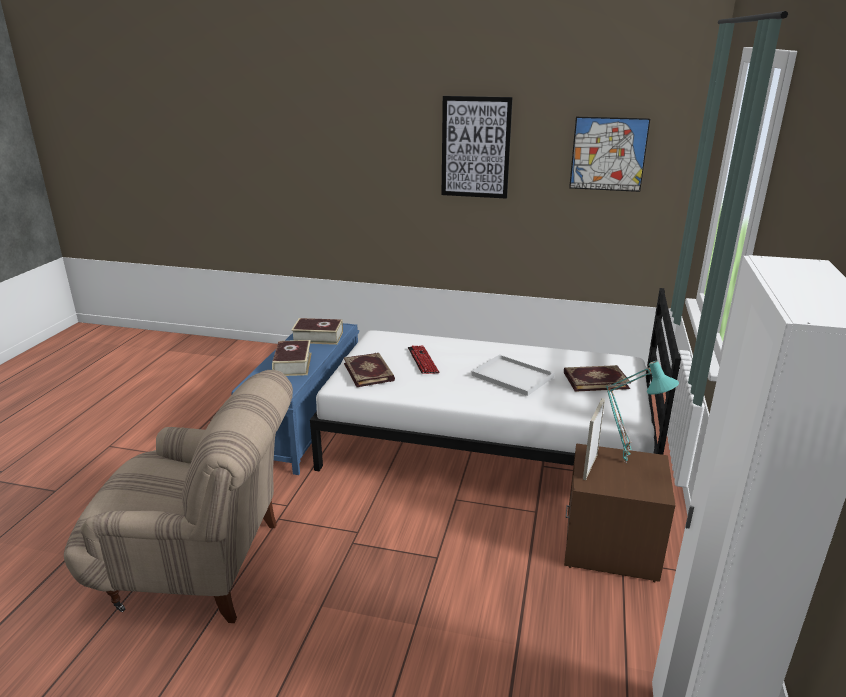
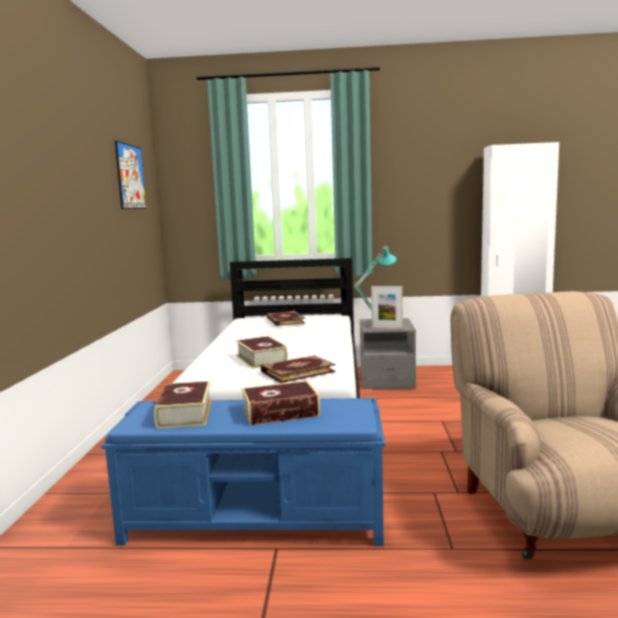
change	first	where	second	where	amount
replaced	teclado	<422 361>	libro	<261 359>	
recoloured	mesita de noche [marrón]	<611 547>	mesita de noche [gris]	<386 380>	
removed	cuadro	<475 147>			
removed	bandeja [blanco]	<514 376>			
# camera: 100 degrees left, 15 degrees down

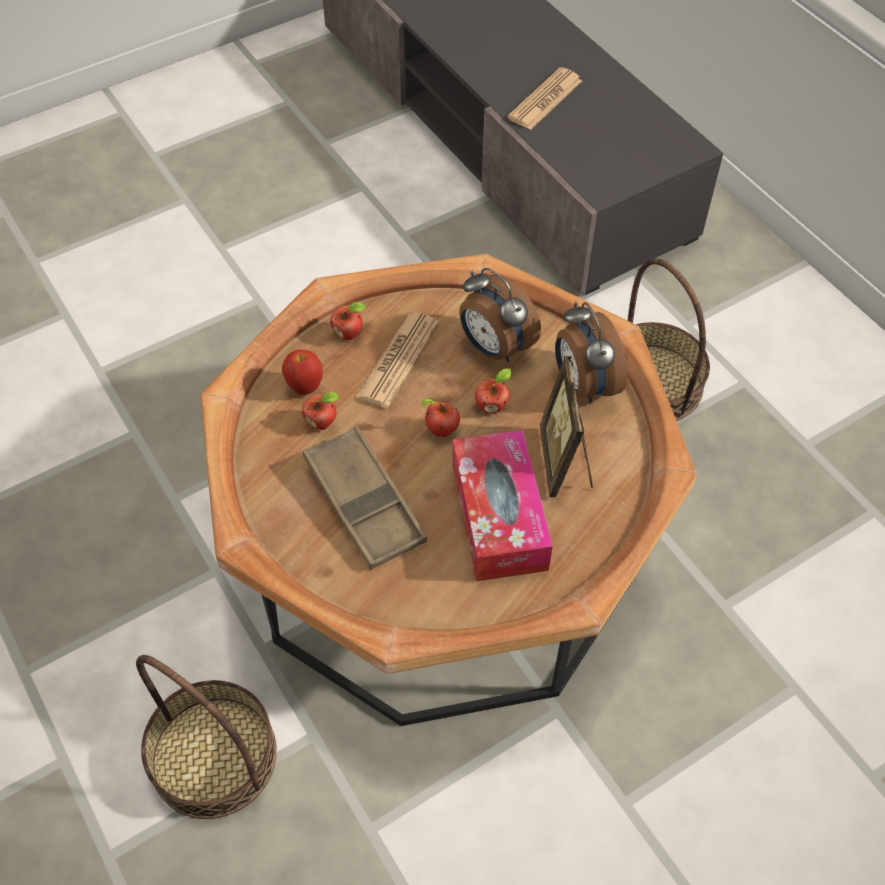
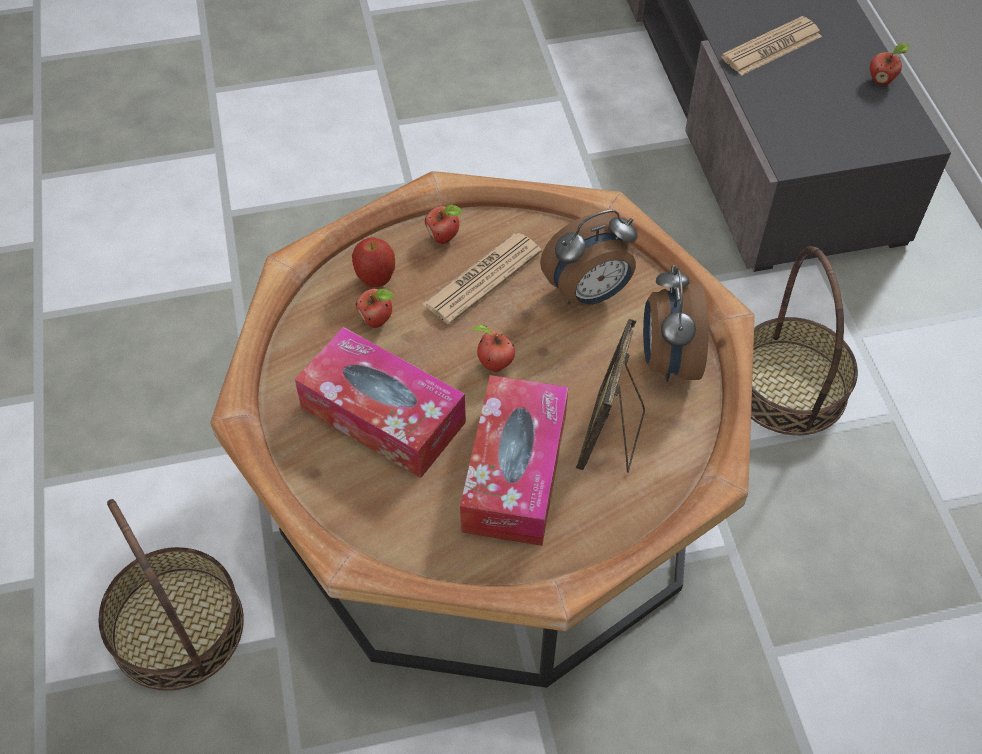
change	first	where	second	where	amount
replaced	bandeja [marrón]	<364 503>	caja de pañuelos	<383 415>	
turned	despertador	<494 348>		<589 294>	90 degrees counterclockwise
moved	manzana	<492 406>		<881 80>	
# camera: 20 degrees right, 0 degrees up

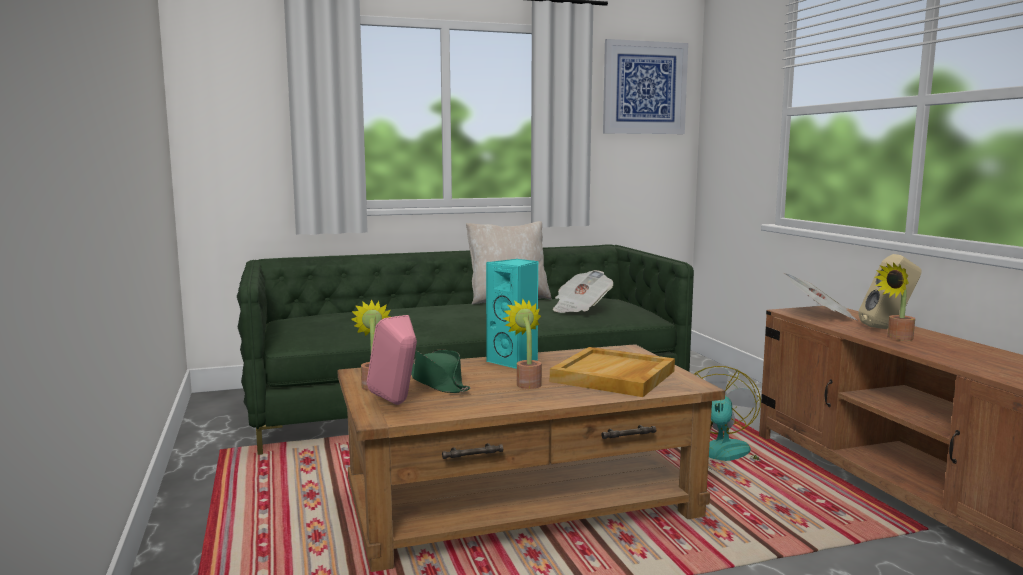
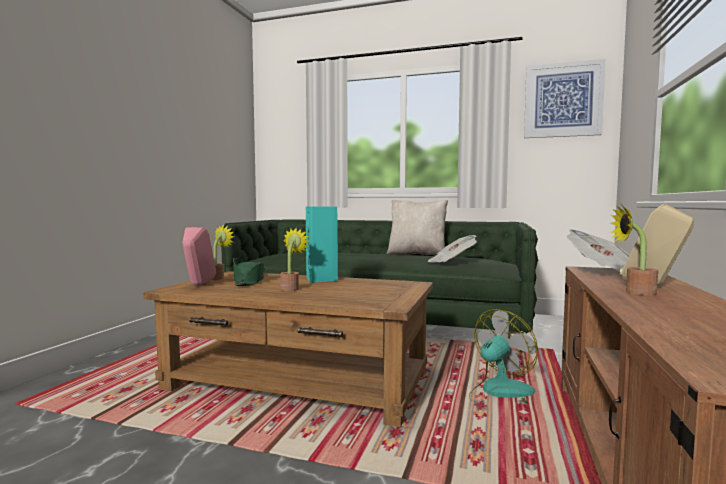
change	first	where	second	where	amount
removed	bandeja [beis]	<614 376>			
# camera: 35 degrees right, 5 degrees down

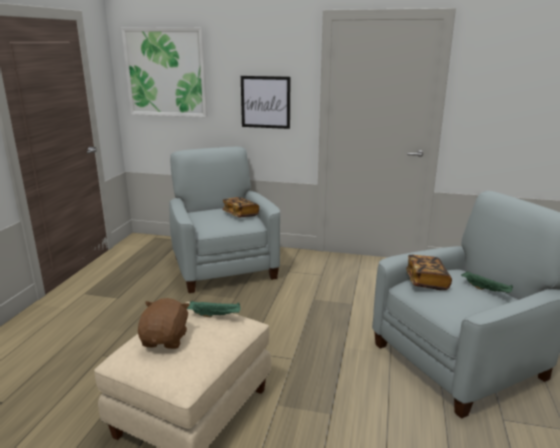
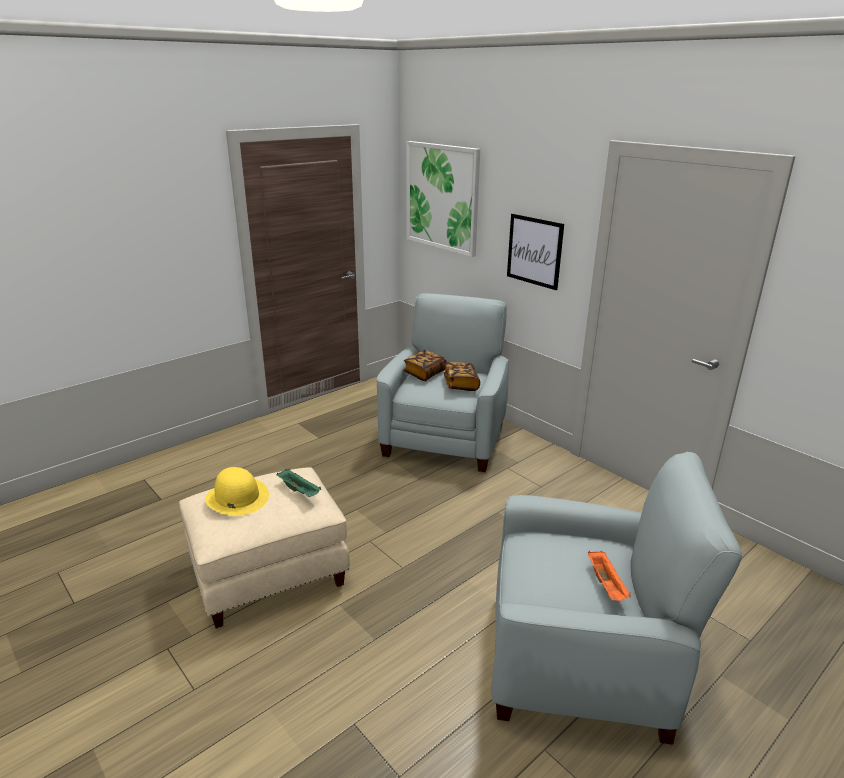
change	first	where	second	where	amount
replaced	peluche [marrón]	<165 339>	sombrero [amarillo]	<237 497>	
moved	libro	<426 281>		<424 373>	
recoloured	bandeja [verde]	<486 290>	bandeja [naranja]	<606 585>	
# camera: 35 degrees right, 5 degrees up

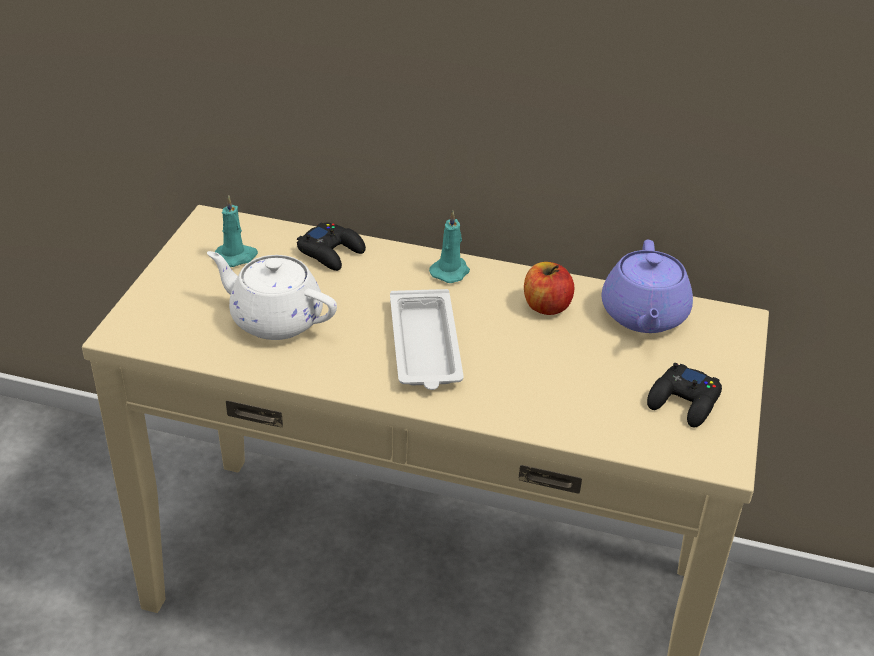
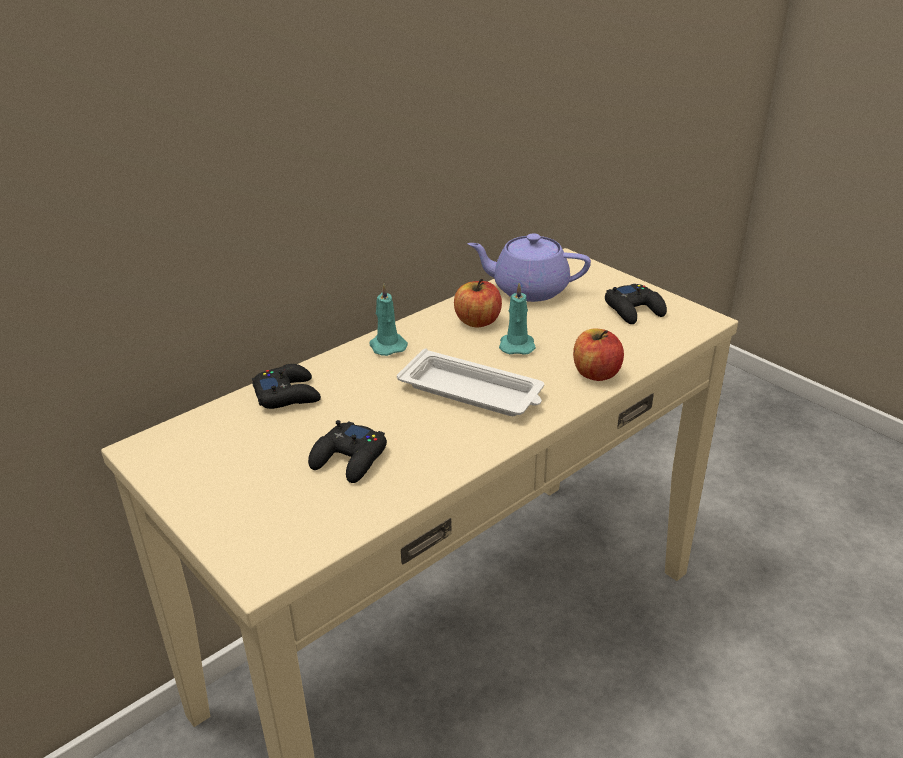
change	first	where	second	where	amount
replaced	tetera [blanco]	<274 319>	mando de consola [negro]	<349 459>	
turned	tetera [morado]	<643 316>		<528 289>	150 degrees clockwise
moved	vela [turquesa]	<236 257>		<517 345>	
added			manzana	<596 373>	
# camera: 55 degrees left, 5 degrees down

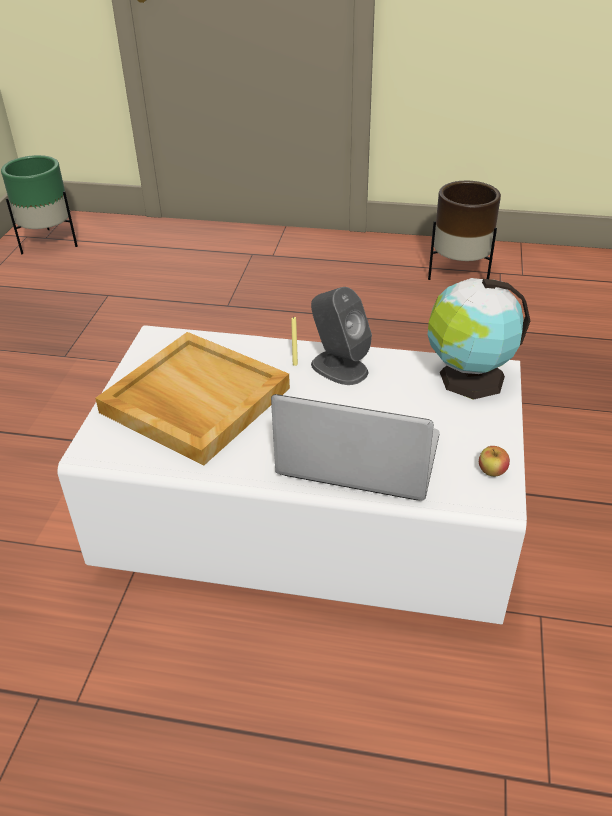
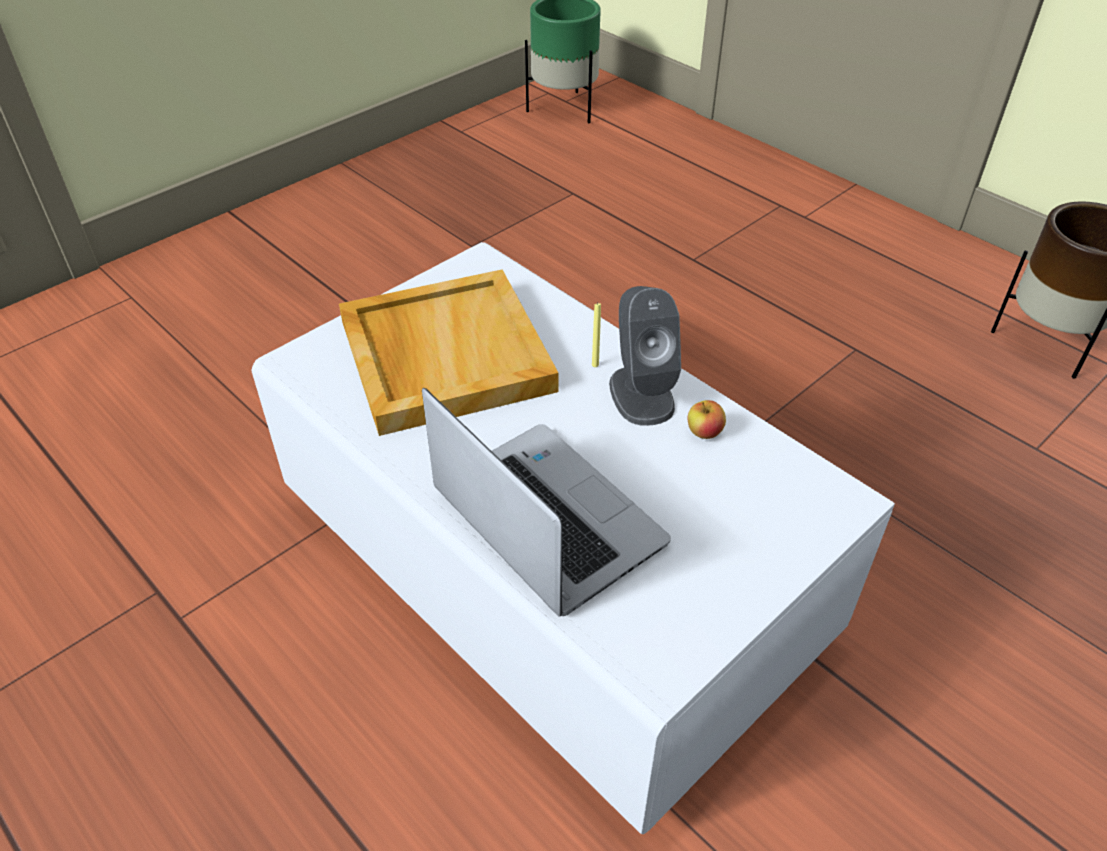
change	first	where	second	where	amount
moved	manzana	<492 471>		<704 432>	
removed	globo terráqueo	<468 379>			
# camera: 35 degrees right, 5 degrees up

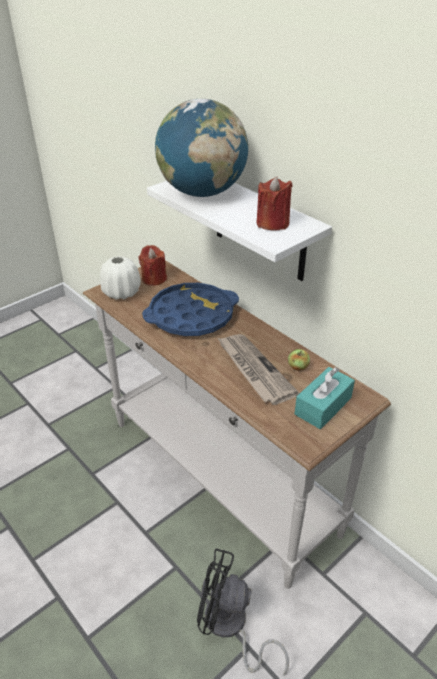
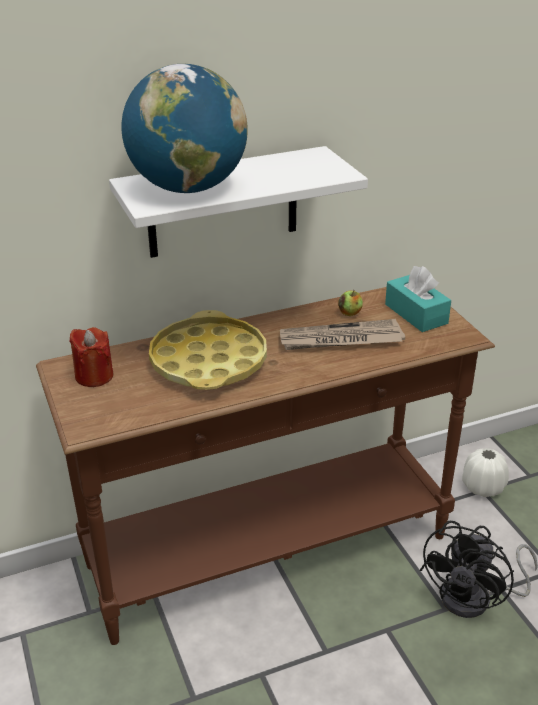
change	first	where	second	where	amount
recoloured	mesa consola [blanco]	<218 477>	mesa consola [marrón]	<270 554>	
recoloured	bandeja [azul]	<191 316>	bandeja [amarillo]	<208 361>	
moved	florero [blanco]	<121 292>		<483 487>	
removed	vela [rojo]	<272 223>			
# camera: 70 degrees left, 5 degrees down

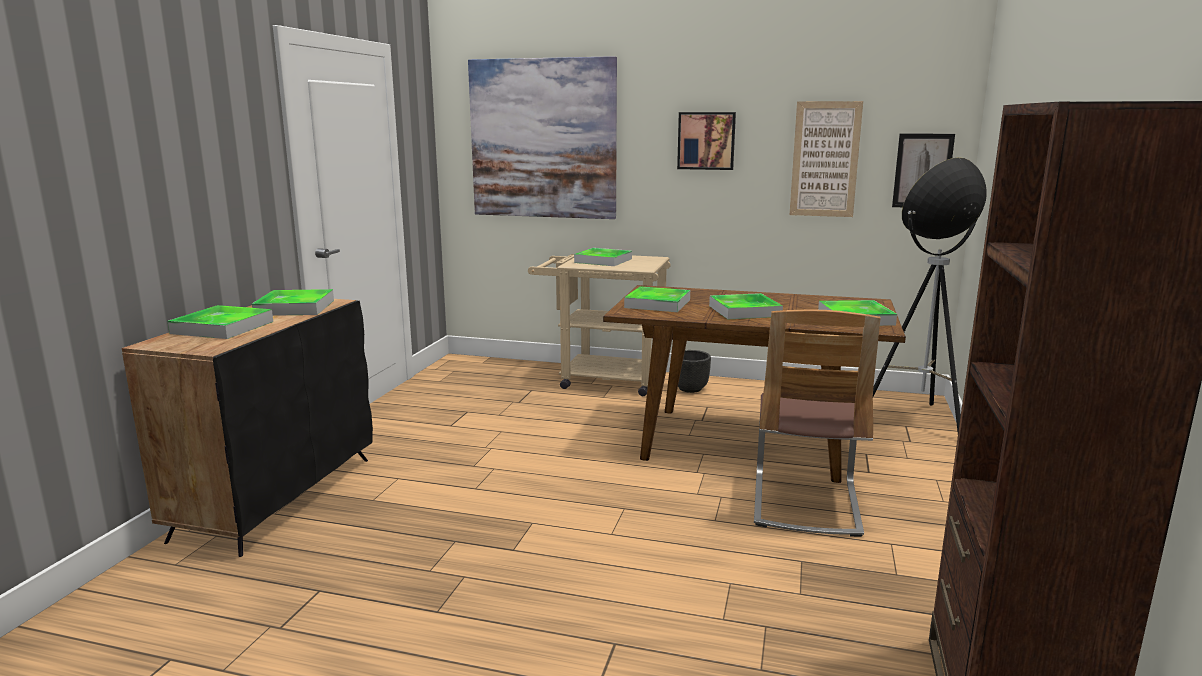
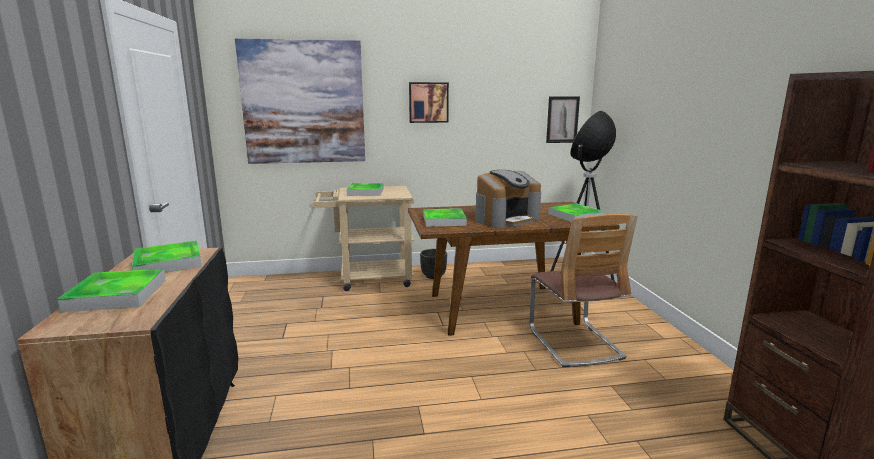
change	first	where	second	where	amount
replaced	bandeja	<744 311>	cafetera	<506 219>	
removed	cuadro	<825 159>			
# camera: 25 degrees left, 0 degrees up

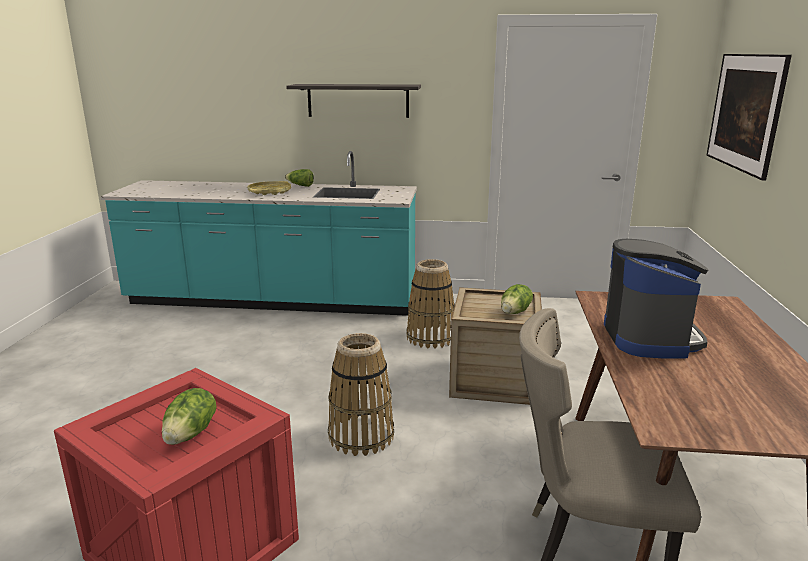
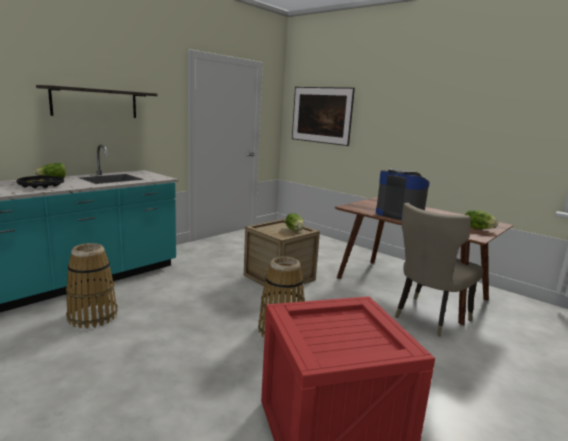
change	first	where	second	where	amount
recoloured	bandeja [amarillo]	<269 192>	bandeja [negro]	<41 185>	
moved	cesta	<431 337>		<93 316>	
moved	lechuga	<191 433>		<478 228>	
# camera: 55 degrees left, 5 degrees down

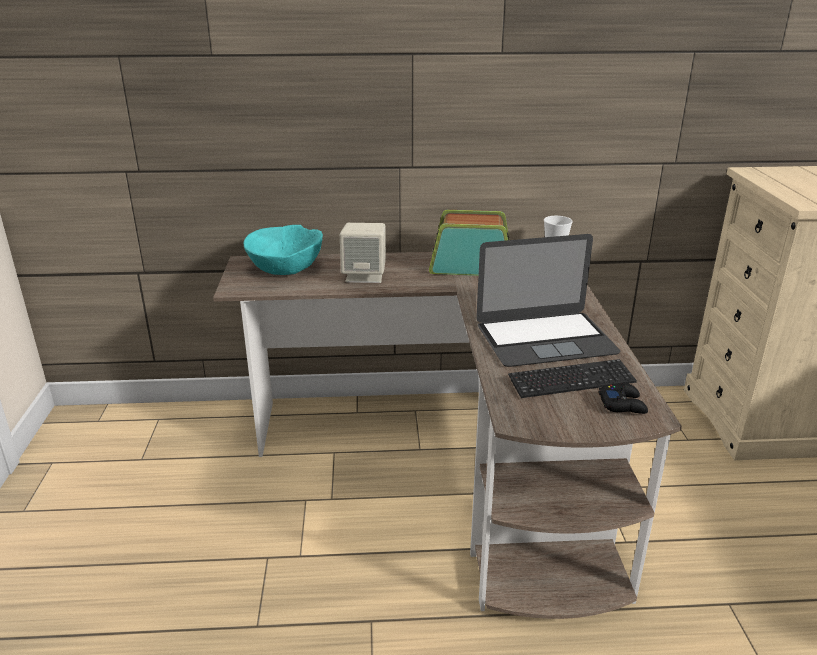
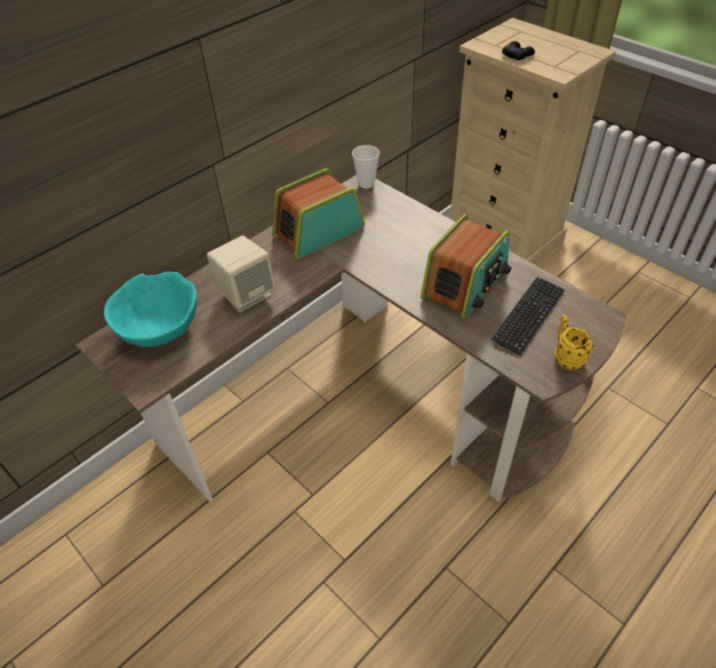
change	first	where	second	where	amount
replaced	portátil	<545 339>	radio	<465 283>	
moved	mando de consola [negro]	<622 404>		<517 55>	
added			taza grande [amarillo]	<566 356>	
# camera: 40 degrees left, 20 degrees up

